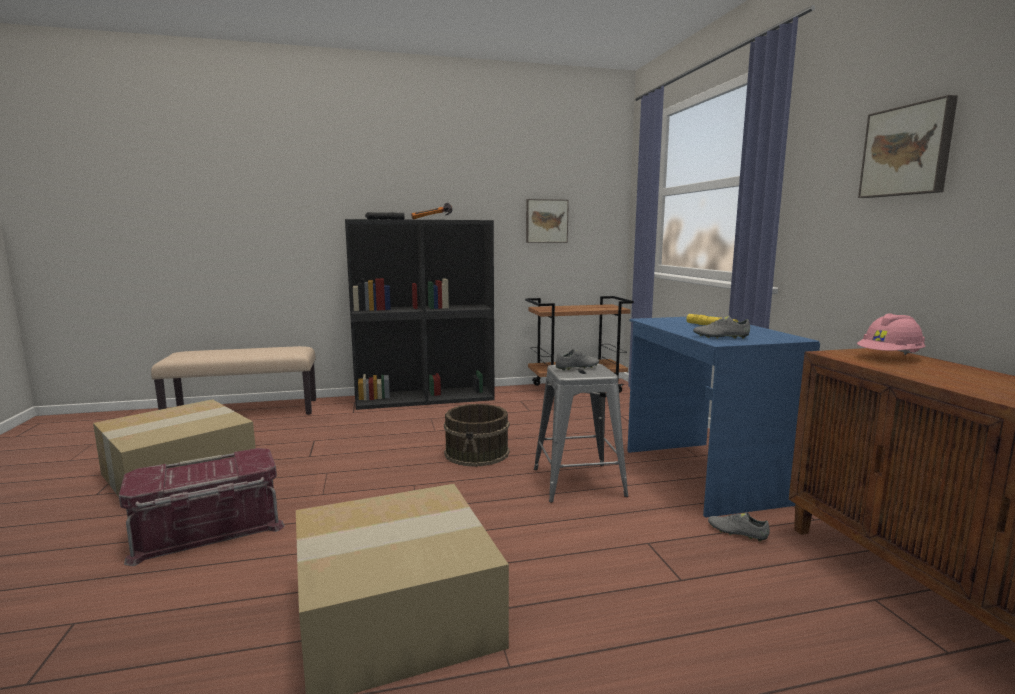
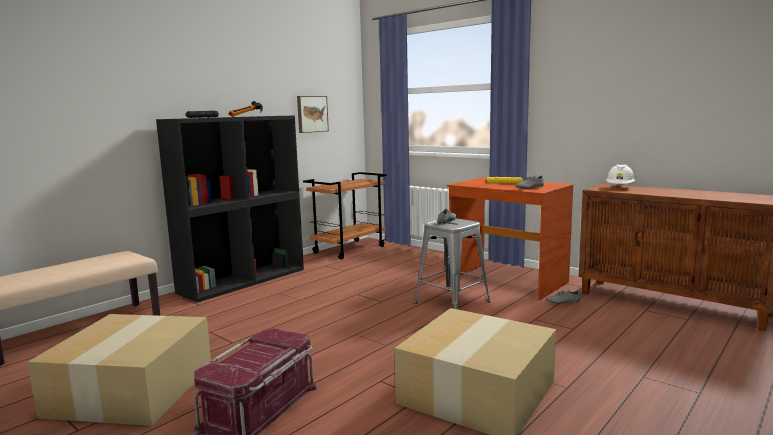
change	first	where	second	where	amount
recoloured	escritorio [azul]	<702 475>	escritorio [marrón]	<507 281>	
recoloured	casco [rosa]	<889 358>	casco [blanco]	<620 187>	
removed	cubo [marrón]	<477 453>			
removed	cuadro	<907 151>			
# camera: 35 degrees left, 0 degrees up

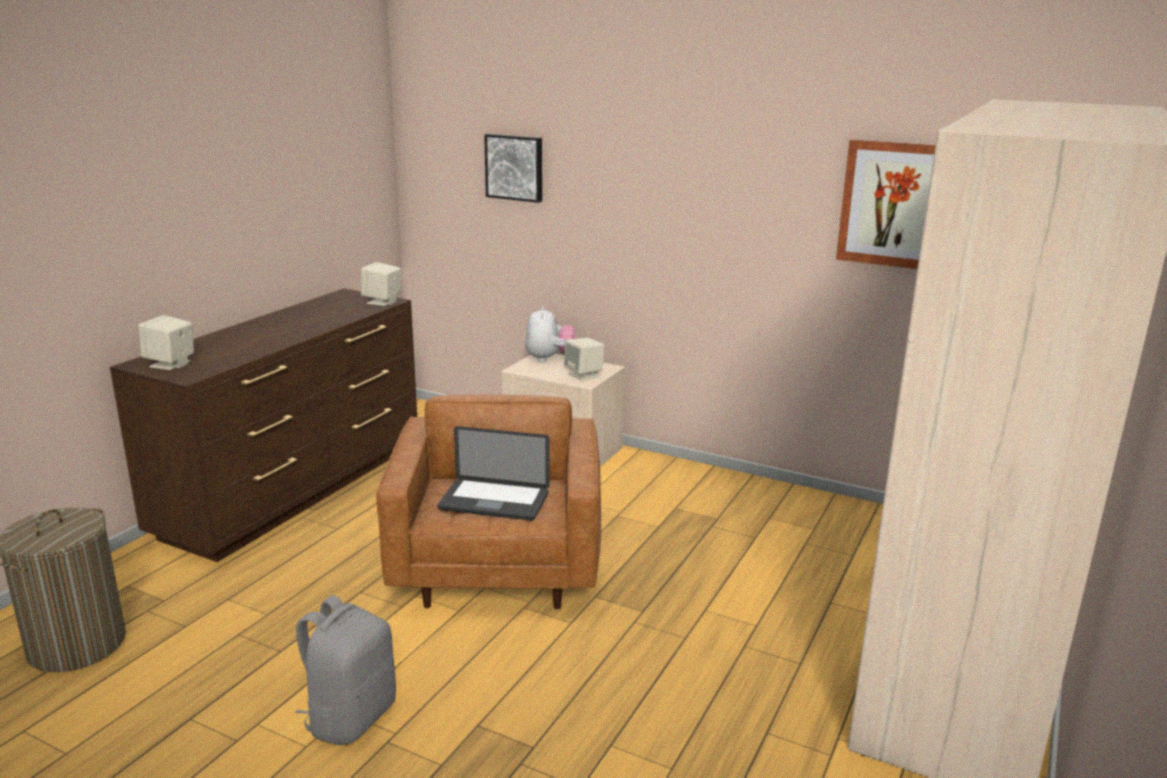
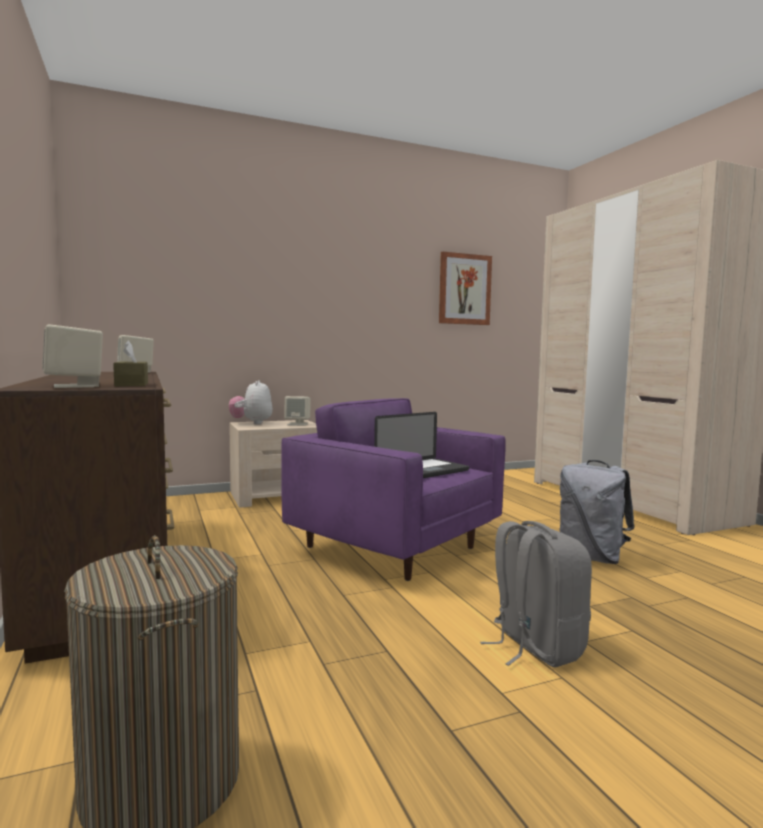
change	first	where	second	where	amount
added			caja de pañuelos [marrón]	<132 384>	
turned	peluche	<549 359>		<252 423>	135 degrees counterclockwise
recoloured	sillón [marrón]	<498 570>	sillón [morado]	<395 548>	
added			mochila [gris]	<592 557>	
removed	cuadro	<515 167>			
# camera: 50 degrees left, 15 degrees down

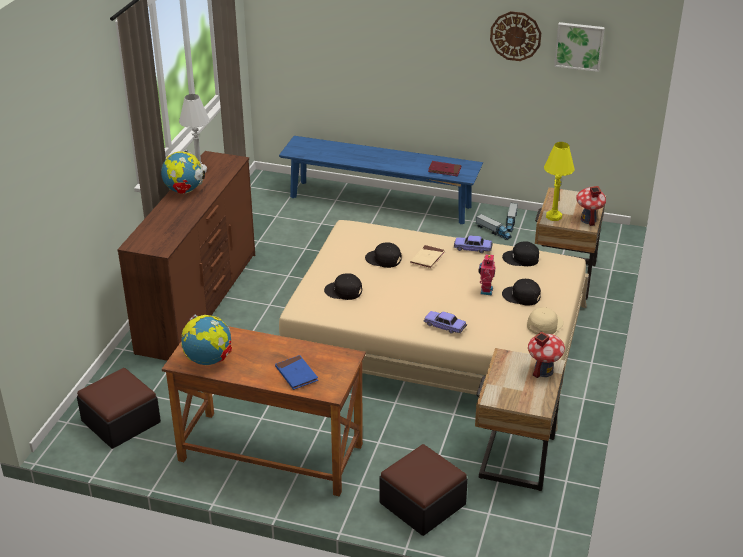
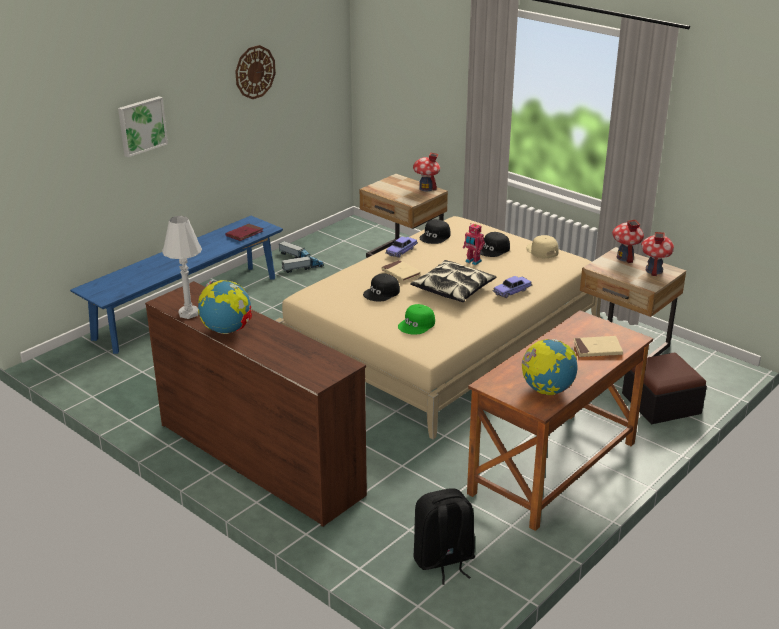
change	first	where	second	where	amount
moved	cuadro	<579 46>		<141 125>	
recoloured	gorra [negro]	<343 291>	gorra [verde]	<417 325>	
added			cojín	<453 289>	
replaced	puf	<121 421>	mochila [negro]	<443 560>	
recoloured	libro [azul]	<296 374>	libro [beis]	<597 349>	
added			casita	<654 270>	
removed	lámpara de mesa [amarillo]	<553 216>			
# camera: 65 degrees left, 5 degrees down

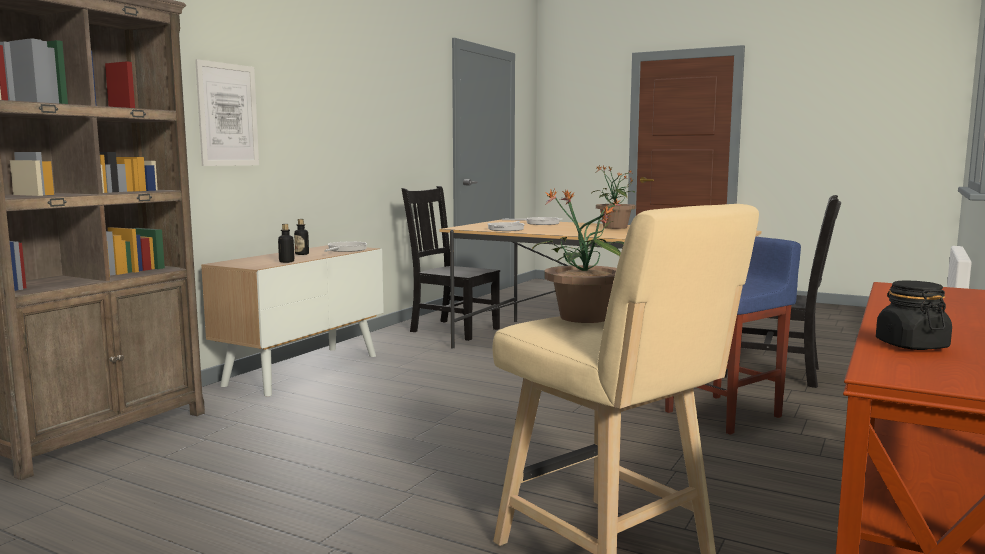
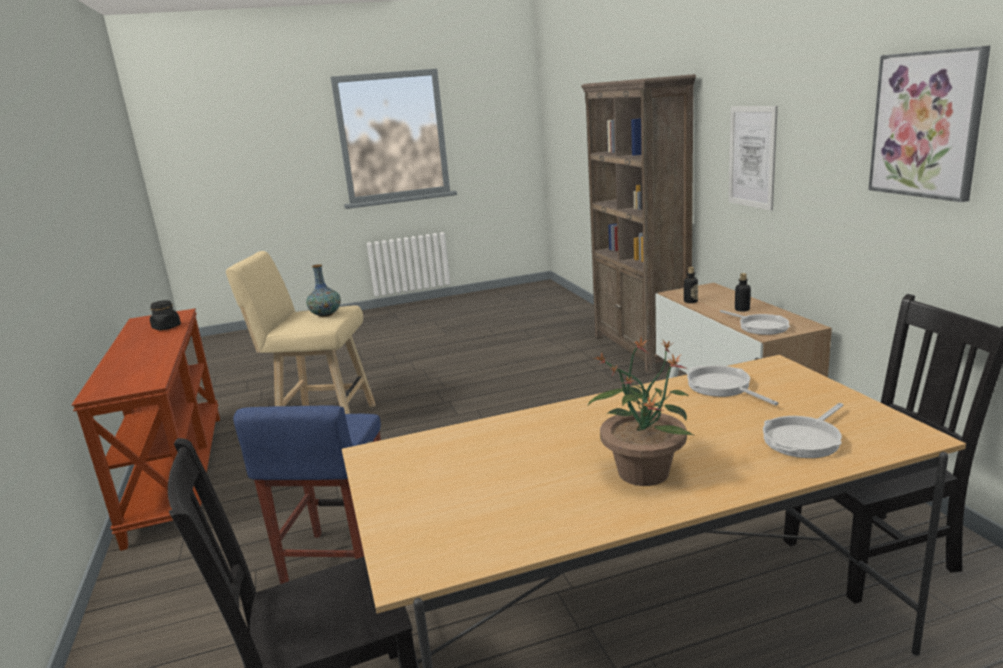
change	first	where	second	where	amount
replaced	planta en maceta	<583 318>	florero	<326 314>	
added			cuadro	<926 124>	
# camera: 135 degrees right, 10 degrees up

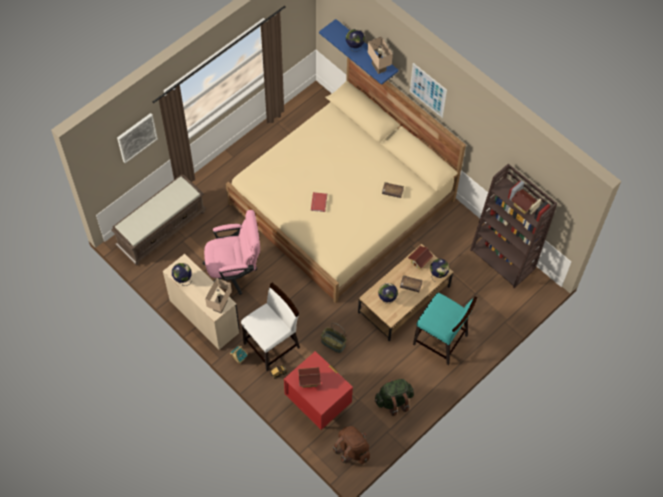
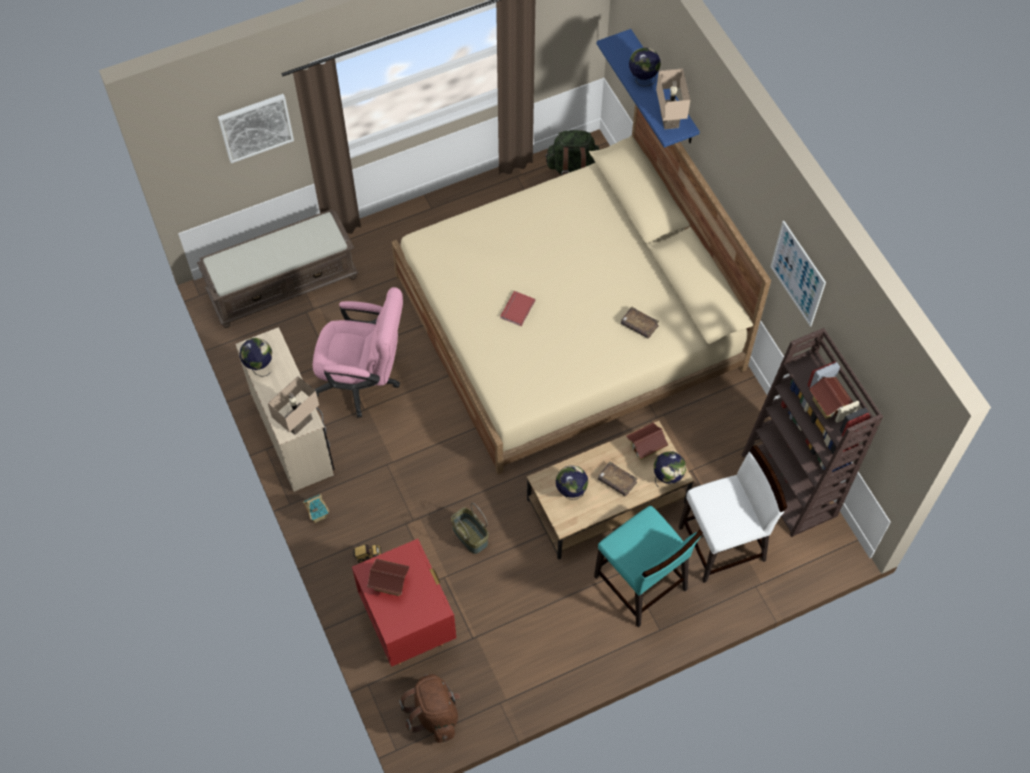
change	first	where	second	where	amount
moved	mochila [verde]	<394 401>		<572 168>	
moved	silla [blanco]	<272 345>		<723 544>	
moved	cuadro	<428 90>		<797 273>	
# camera: 20 degrees right, 0 degrees up

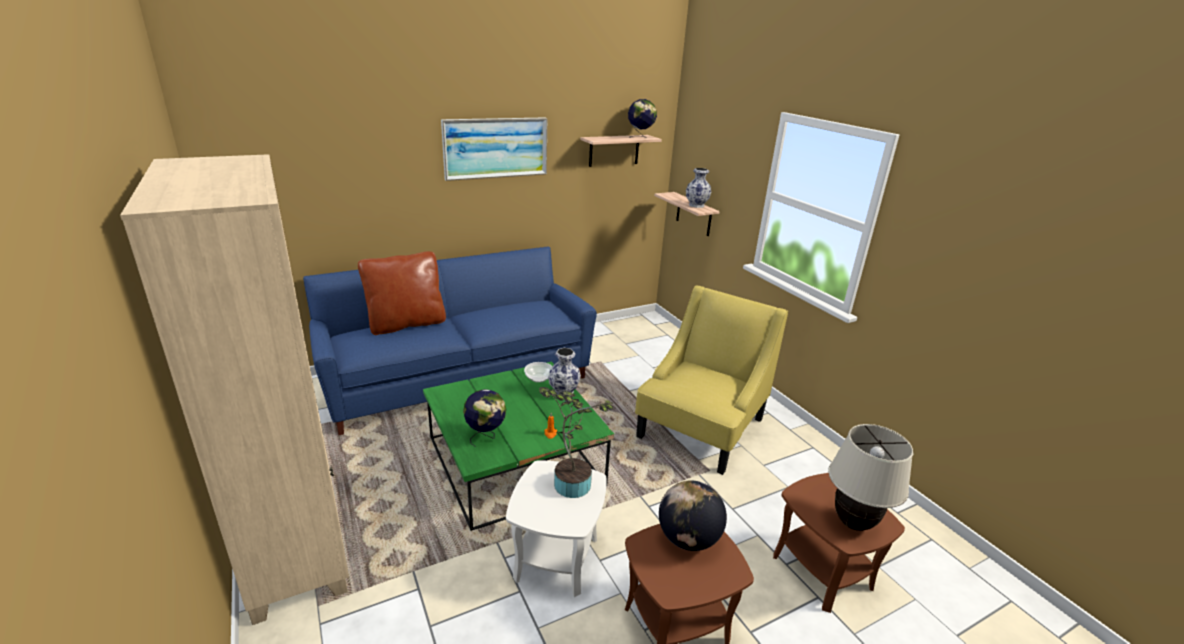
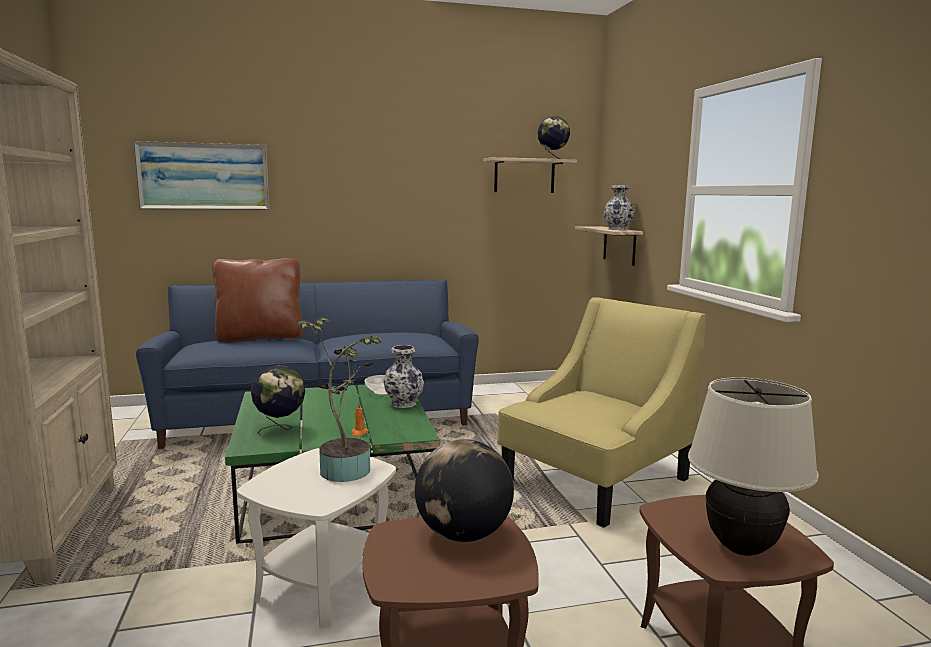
change	first	where	second	where	amount
moved	cuadro	<496 148>		<204 176>	
# camera: 15 degrees right, 15 degrees down

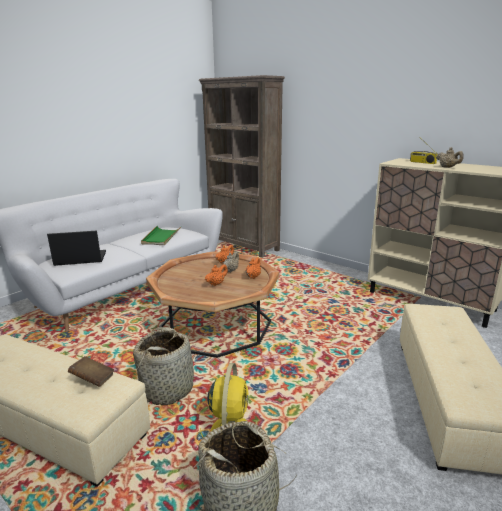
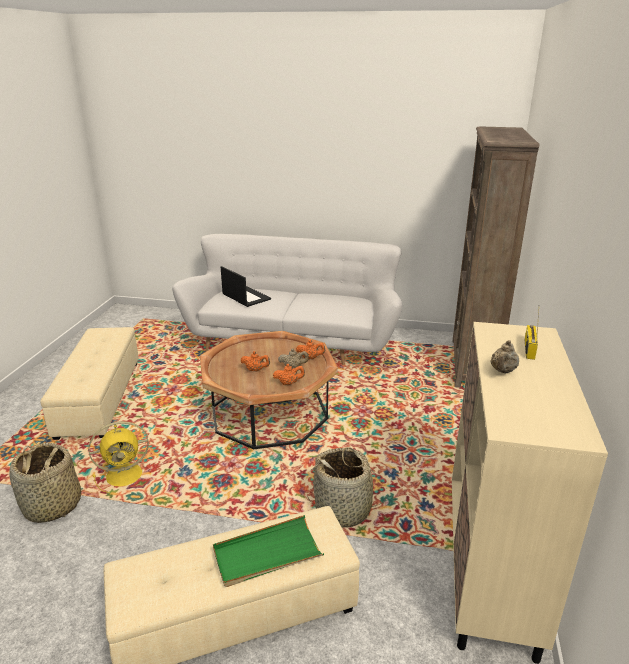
change	first	where	second	where	amount
moved	bandeja [verde]	<161 237>		<267 554>	
moved	cesta	<168 388>		<343 510>	
removed	libro [marrón]	<93 379>			
# camera: 60 degrees right, 5 degrees up

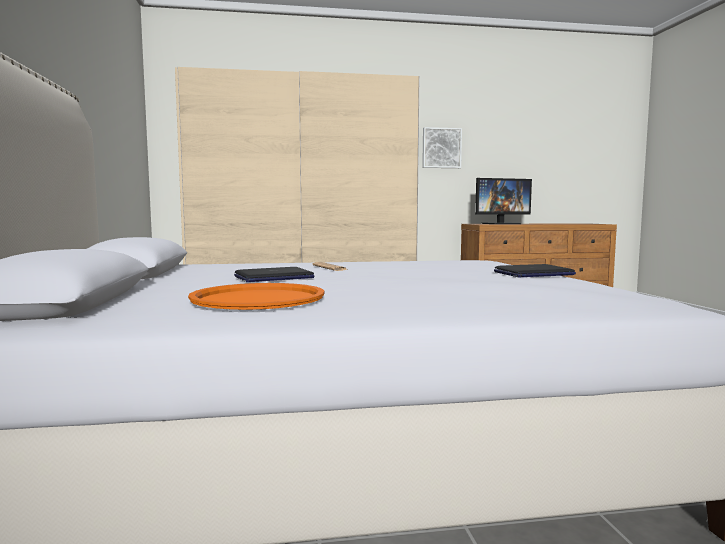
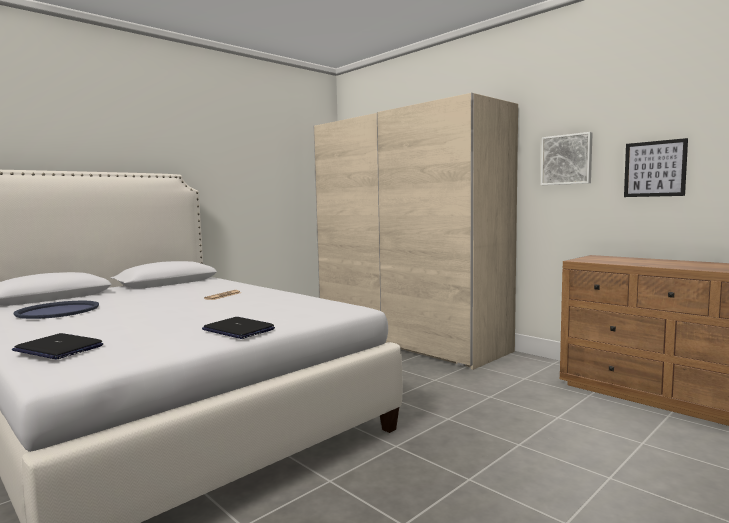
change	first	where	second	where	amount
moved	portátil	<273 277>		<58 348>	
recoloured	bandeja [naranja]	<258 298>	bandeja [azul]	<58 311>	
added			cuadro	<654 169>	
removed	monitor	<501 223>			
# camera: 55 degrees right, 0 degrees up

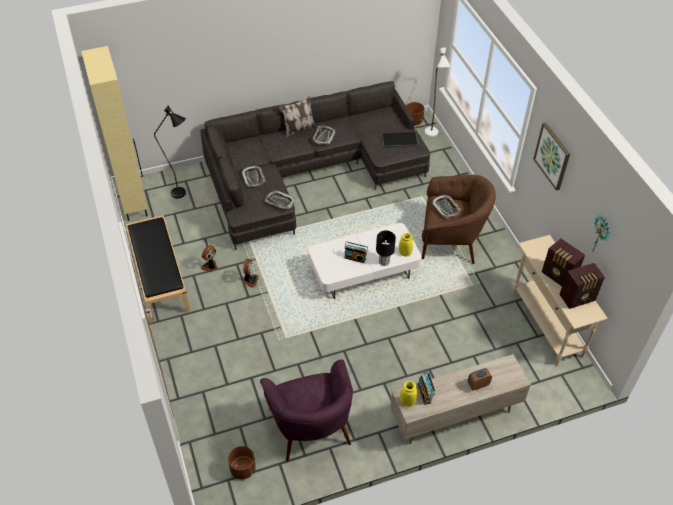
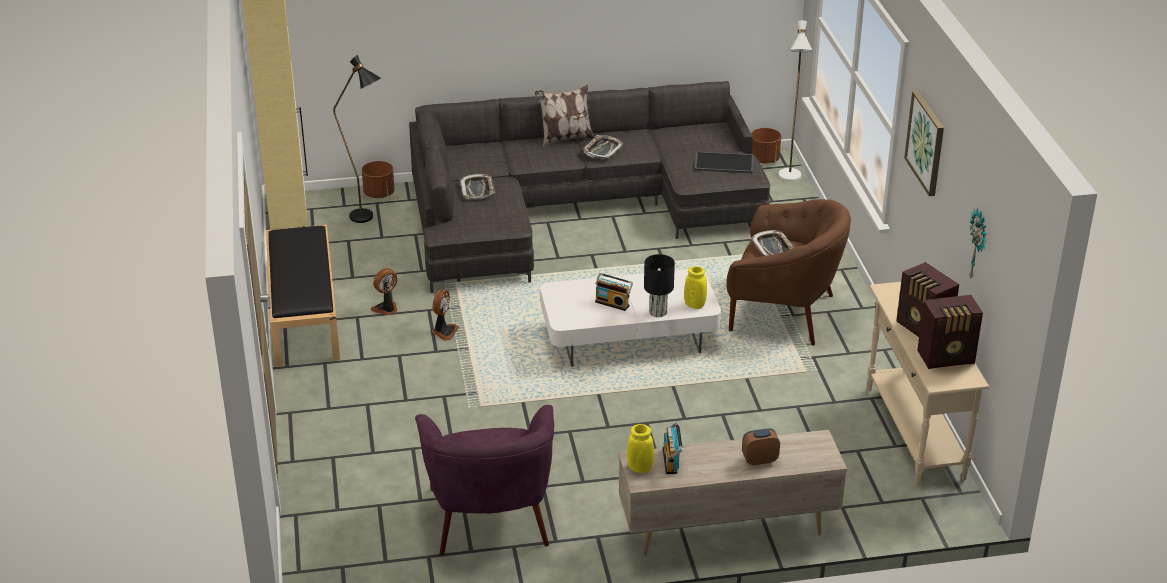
change	first	where	second	where	amount
moved	maceta [marrón]	<243 469>		<379 194>	
removed	bandeja	<279 202>			
# camera: 10 degrees right, 15 degrees down

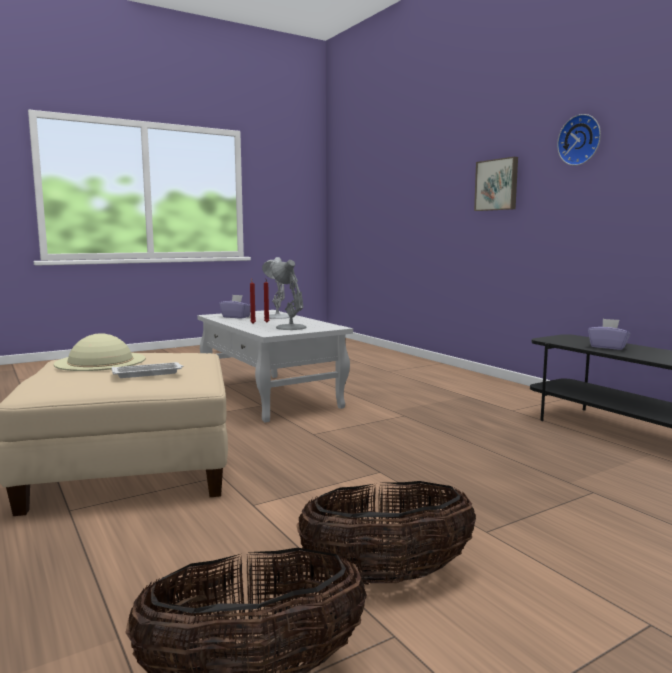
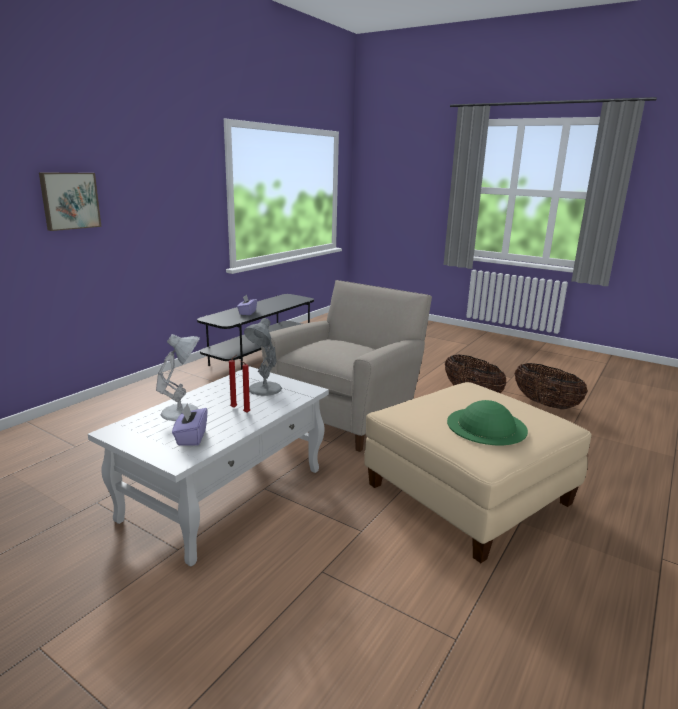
change	first	where	second	where	amount
added			sillón [beis]	<347 413>	
recoloured	sombrero [beis]	<100 361>	sombrero [verde]	<486 426>	
removed	bandeja [blanco]	<148 373>			
removed	reloj de pared	<581 140>			
# camera: 115 degrees left, 10 degrees up

